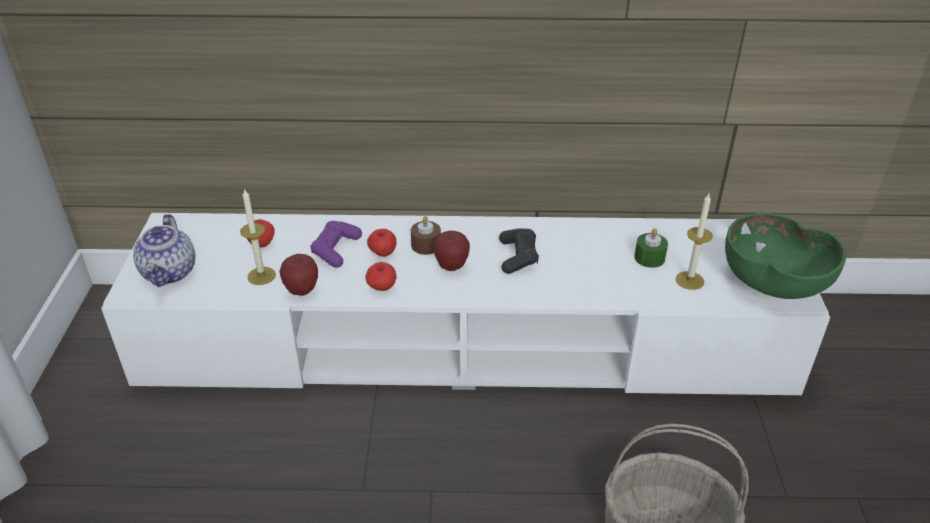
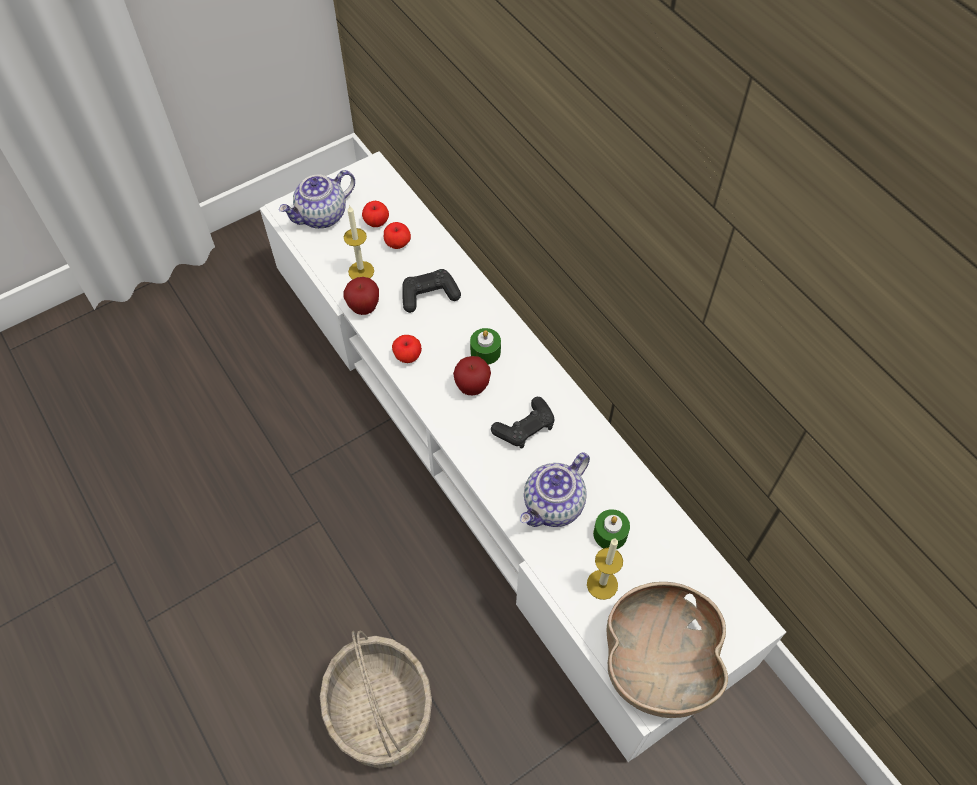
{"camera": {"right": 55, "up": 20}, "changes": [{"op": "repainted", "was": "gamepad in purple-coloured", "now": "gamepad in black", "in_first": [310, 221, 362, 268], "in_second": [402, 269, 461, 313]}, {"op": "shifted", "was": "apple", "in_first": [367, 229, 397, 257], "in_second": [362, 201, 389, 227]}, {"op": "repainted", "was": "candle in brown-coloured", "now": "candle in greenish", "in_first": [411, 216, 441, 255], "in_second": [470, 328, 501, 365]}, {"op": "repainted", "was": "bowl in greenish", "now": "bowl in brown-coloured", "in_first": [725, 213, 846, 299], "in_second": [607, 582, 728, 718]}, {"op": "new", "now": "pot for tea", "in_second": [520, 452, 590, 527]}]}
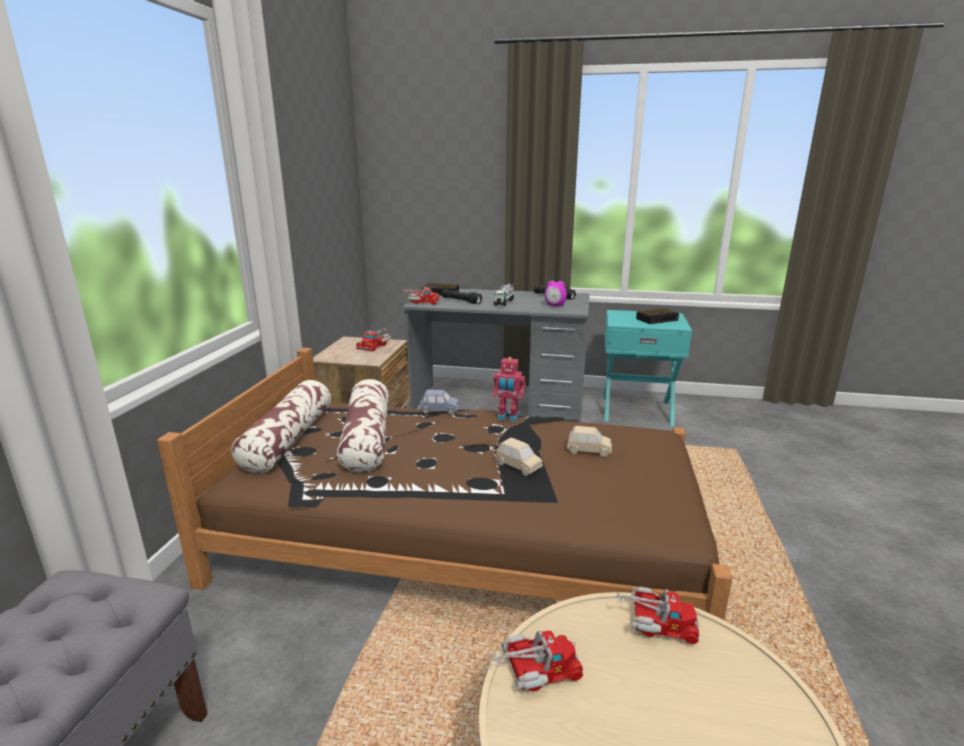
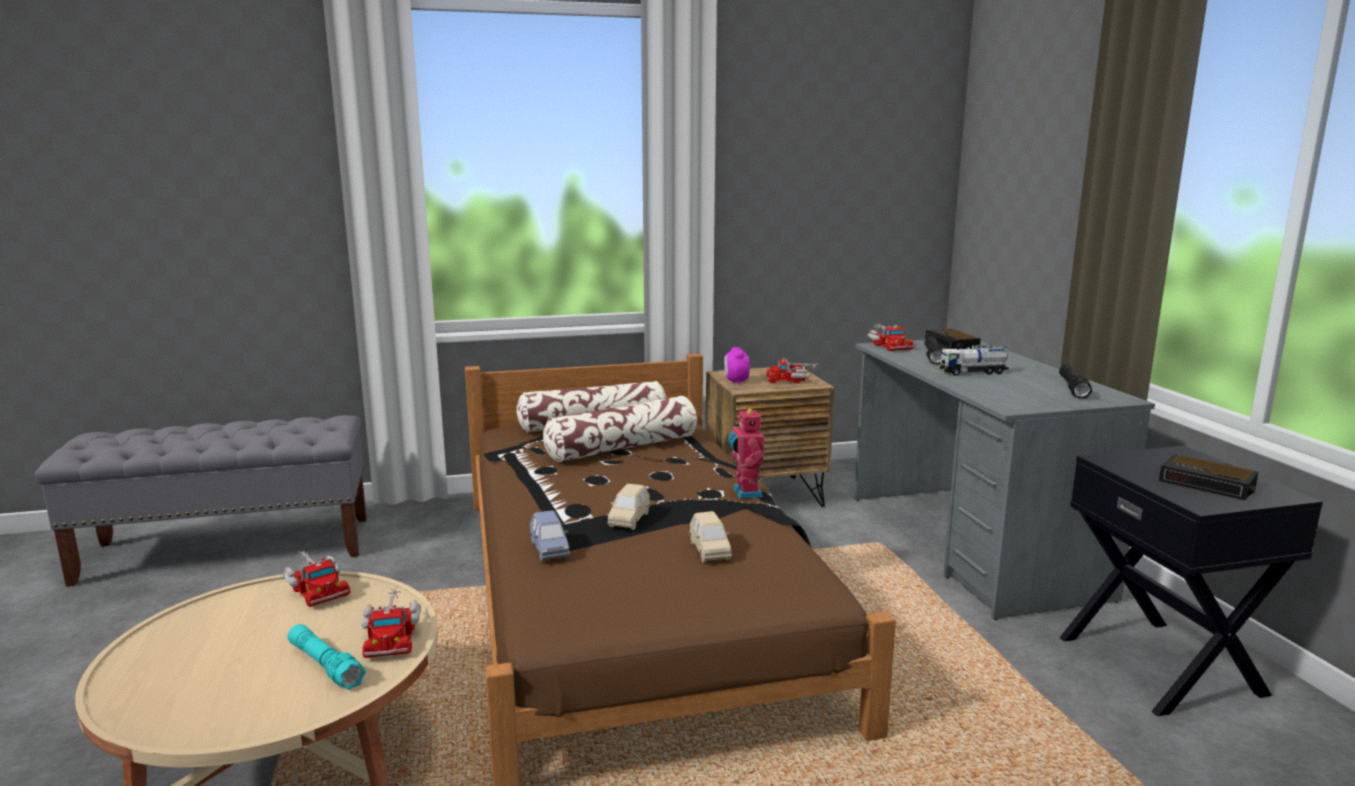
{"camera": {"right": 65, "up": -5}, "changes": [{"op": "shifted", "was": "miniature car in blue", "in_first": [420, 390, 460, 415], "in_second": [530, 510, 570, 562]}, {"op": "shifted", "was": "table clock", "in_first": [544, 281, 567, 306], "in_second": [724, 347, 750, 384]}, {"op": "repainted", "was": "nightstand in turquoise-coloured", "now": "nightstand in black", "in_first": [604, 310, 692, 427], "in_second": [1060, 446, 1323, 717]}, {"op": "new", "now": "hand torch in turquoise-coloured", "in_second": [288, 624, 366, 690]}]}
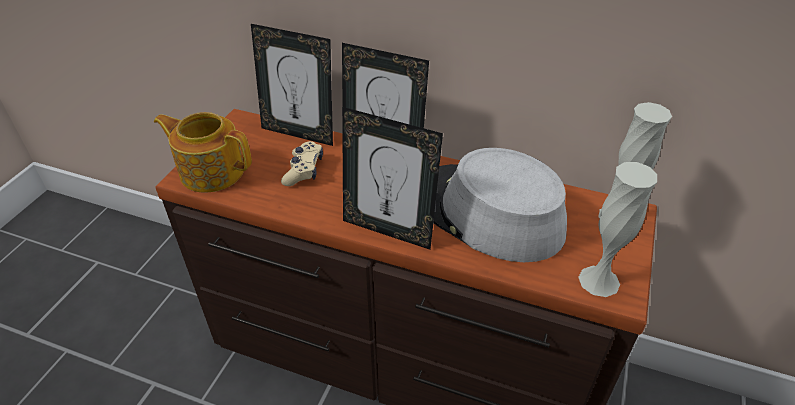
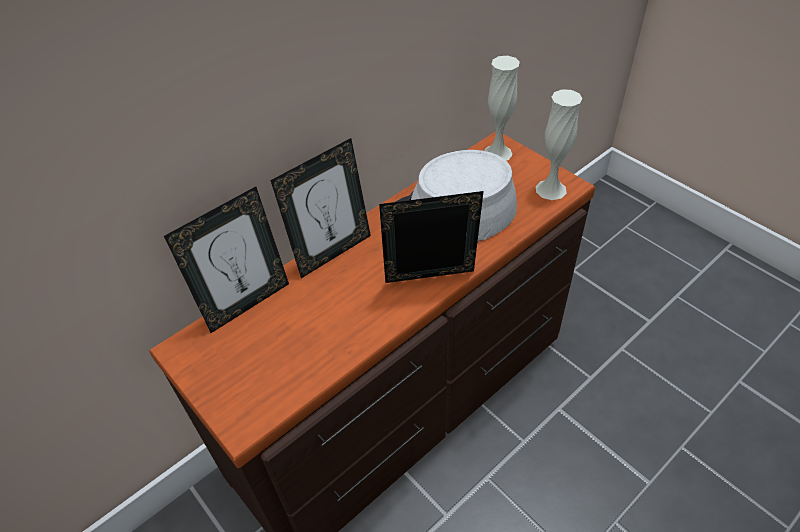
{"camera": {"right": -60, "up": 5}, "changes": [{"op": "gone", "was": "pot for tea", "in_first": [154, 112, 252, 193]}, {"op": "gone", "was": "gamepad in sand-coloured", "in_first": [281, 141, 323, 186]}, {"op": "rotated", "was": "photo frame", "in_first": [342, 107, 443, 250], "in_second": [379, 191, 484, 283], "clockwise": -150}]}
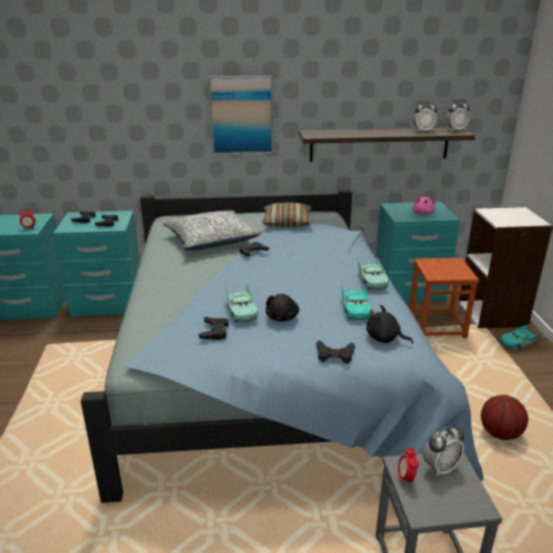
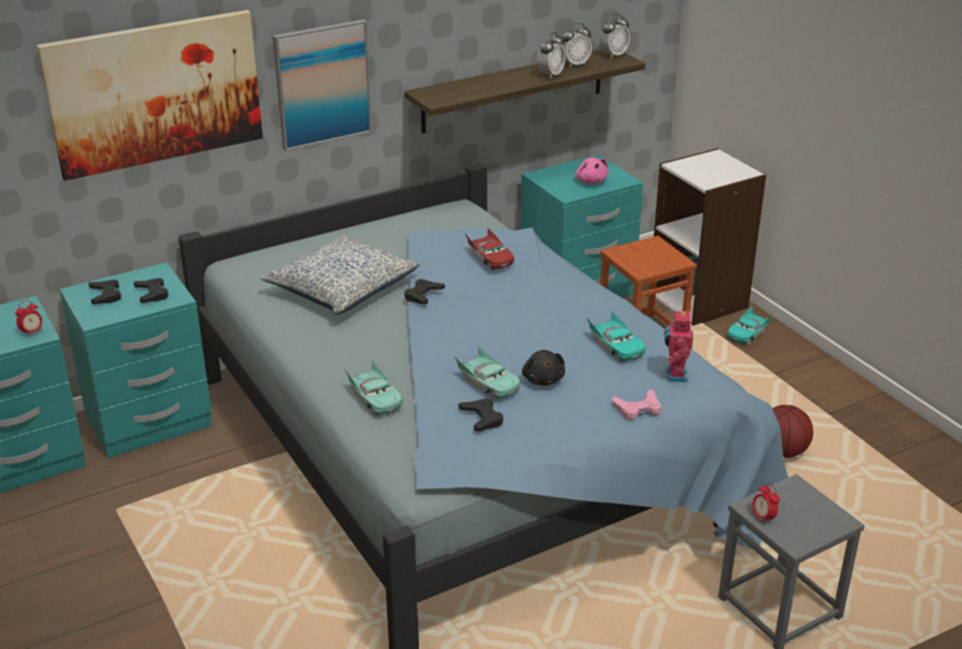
{"camera": {"right": -25, "up": 5}, "changes": [{"op": "gone", "was": "cushion", "in_first": [262, 202, 312, 227]}, {"op": "repainted", "was": "gamepad in black", "now": "gamepad in pink", "in_first": [316, 340, 355, 364], "in_second": [612, 389, 661, 421]}, {"op": "shifted", "was": "miniature car in turquoise-coloured", "in_first": [357, 257, 389, 289], "in_second": [344, 360, 403, 416]}, {"op": "swapped", "was": "cuddly toy in black", "now": "toy robot", "in_first": [366, 305, 413, 344], "in_second": [664, 308, 693, 382]}, {"op": "shifted", "was": "table clock", "in_first": [423, 425, 465, 477], "in_second": [537, 32, 565, 79]}, {"op": "new", "now": "wall picture", "in_second": [37, 10, 263, 181]}, {"op": "new", "now": "miniature car in red-coloured", "in_second": [465, 228, 514, 270]}]}
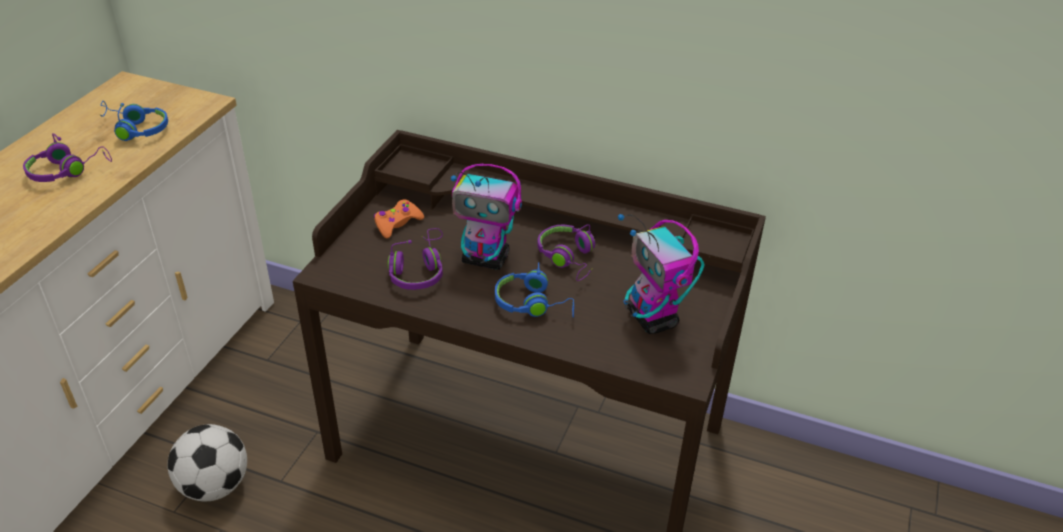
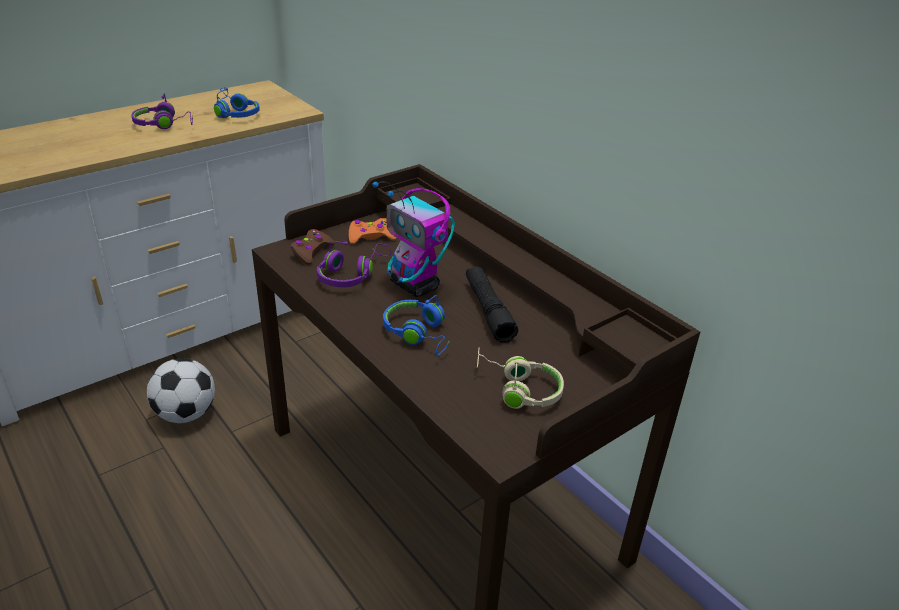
{"camera": {"right": 30, "up": -5}, "changes": [{"op": "swapped", "was": "pair of headphones in purple-coloured", "now": "hand torch in black", "in_first": [538, 224, 595, 281], "in_second": [466, 266, 518, 343]}, {"op": "swapped", "was": "toy robot", "now": "pair of headphones in sand-coloured", "in_first": [618, 214, 704, 334], "in_second": [476, 347, 564, 409]}, {"op": "new", "now": "gamepad in brown-coloured", "in_second": [290, 229, 335, 265]}]}
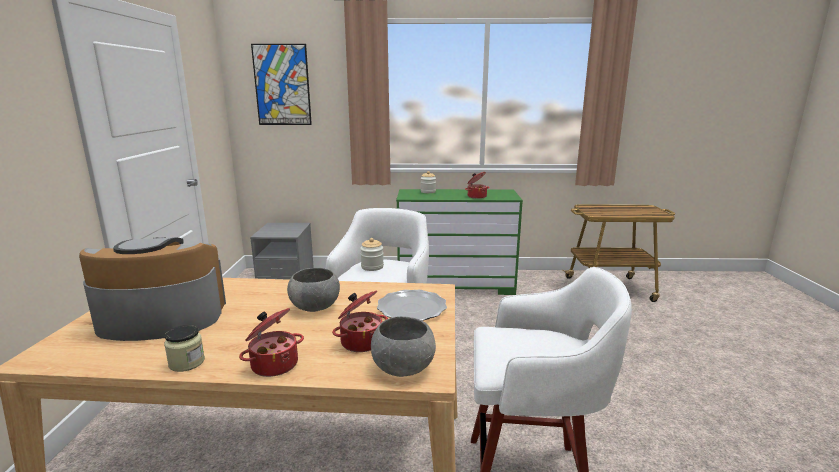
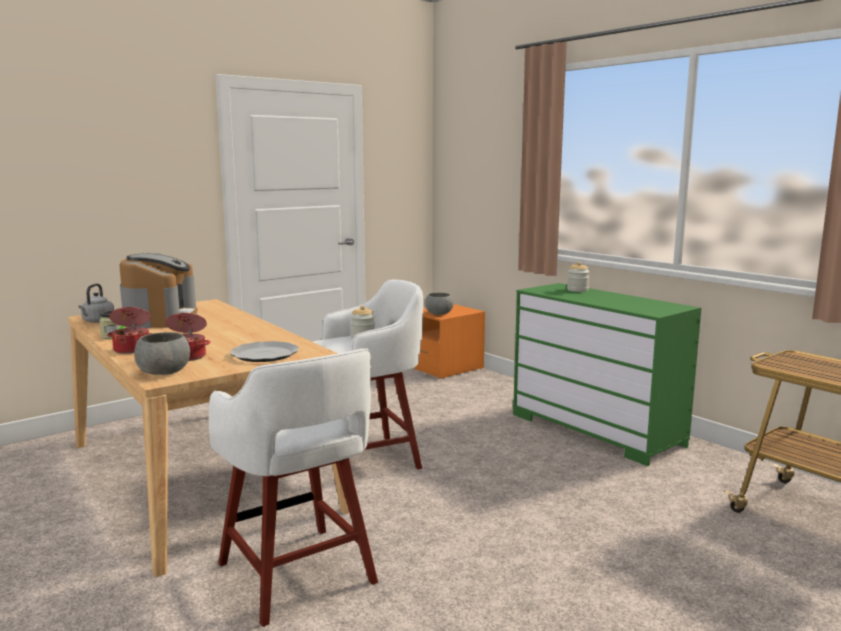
{"camera": {"right": 50, "up": -5}, "changes": [{"op": "rotated", "was": "coffee brewer", "in_first": [79, 237, 226, 341], "in_second": [119, 253, 198, 328], "clockwise": 45}, {"op": "repainted", "was": "nightstand in grey", "now": "nightstand in orangey", "in_first": [250, 223, 314, 280], "in_second": [414, 304, 485, 379]}, {"op": "gone", "was": "wall picture", "in_first": [251, 44, 312, 125]}, {"op": "shifted", "was": "bowl in grey", "in_first": [287, 268, 340, 312], "in_second": [425, 293, 453, 315]}, {"op": "gone", "was": "saucepot", "in_first": [465, 172, 490, 199]}, {"op": "new", "now": "water kettle in grey", "in_second": [78, 284, 114, 323]}]}
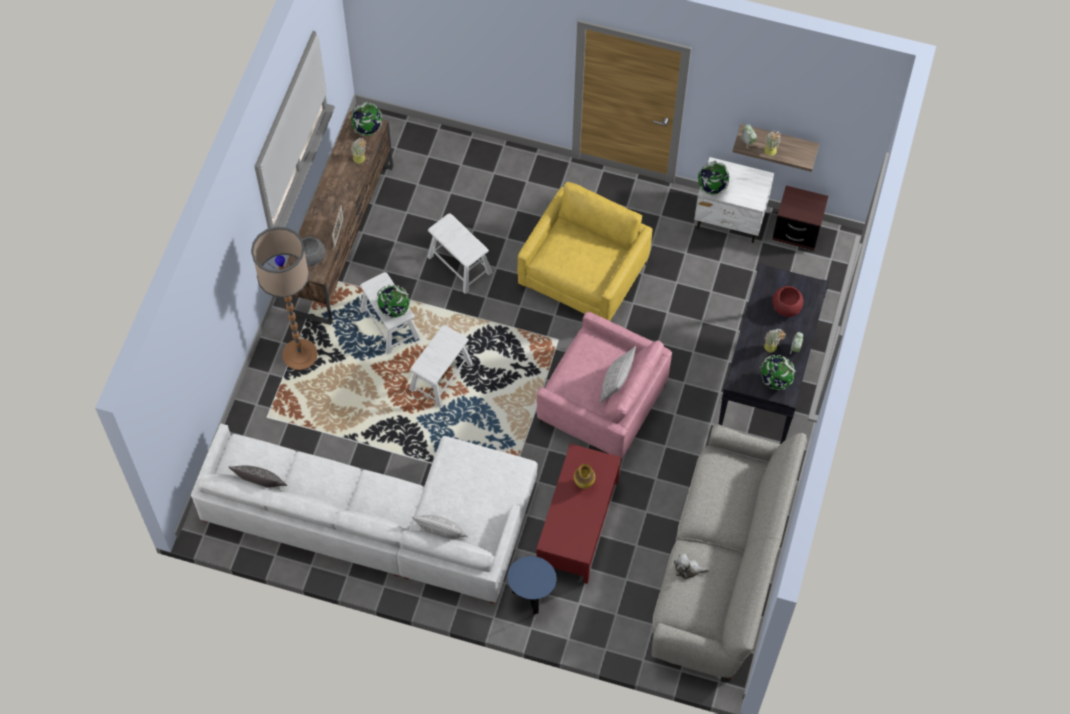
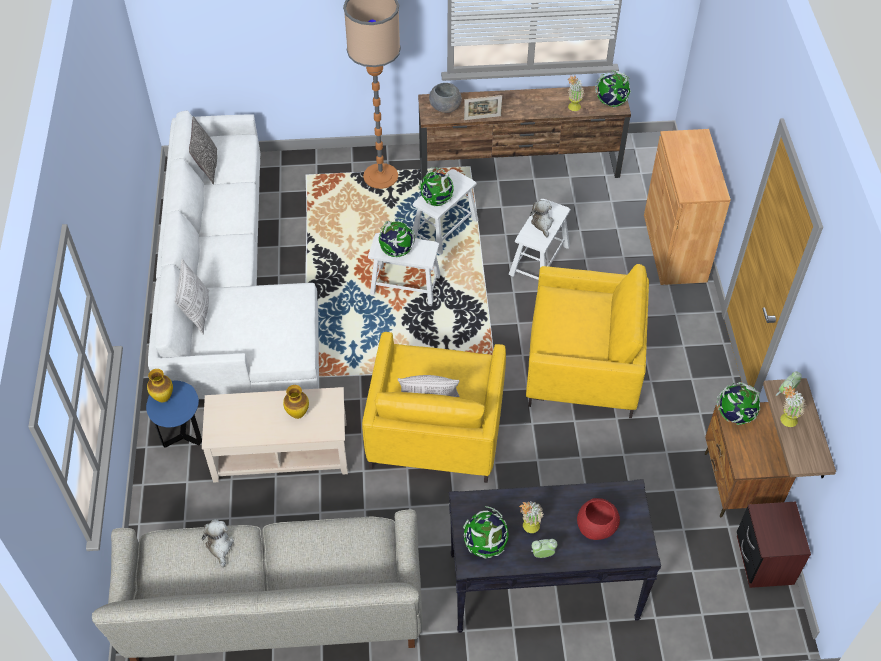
{"camera": {"right": 70, "up": -10}, "changes": [{"op": "repainted", "was": "low table in red-coloured", "now": "low table in sand-coloured", "in_first": [536, 443, 621, 584], "in_second": [202, 387, 348, 483]}, {"op": "repainted", "was": "easy chair in pink", "now": "easy chair in yellow-coloured", "in_first": [537, 312, 672, 459], "in_second": [362, 332, 506, 483]}, {"op": "repainted", "was": "nightstand in white-coloured", "now": "nightstand in brown-coloured", "in_first": [694, 157, 774, 243], "in_second": [705, 402, 796, 517]}, {"op": "new", "now": "vase", "in_second": [147, 369, 173, 402]}, {"op": "new", "now": "globe", "in_second": [379, 218, 415, 257]}, {"op": "new", "now": "cuddly toy", "in_second": [530, 200, 553, 237]}, {"op": "new", "now": "storage cabinet in brown-coloured", "in_second": [644, 129, 731, 285]}]}
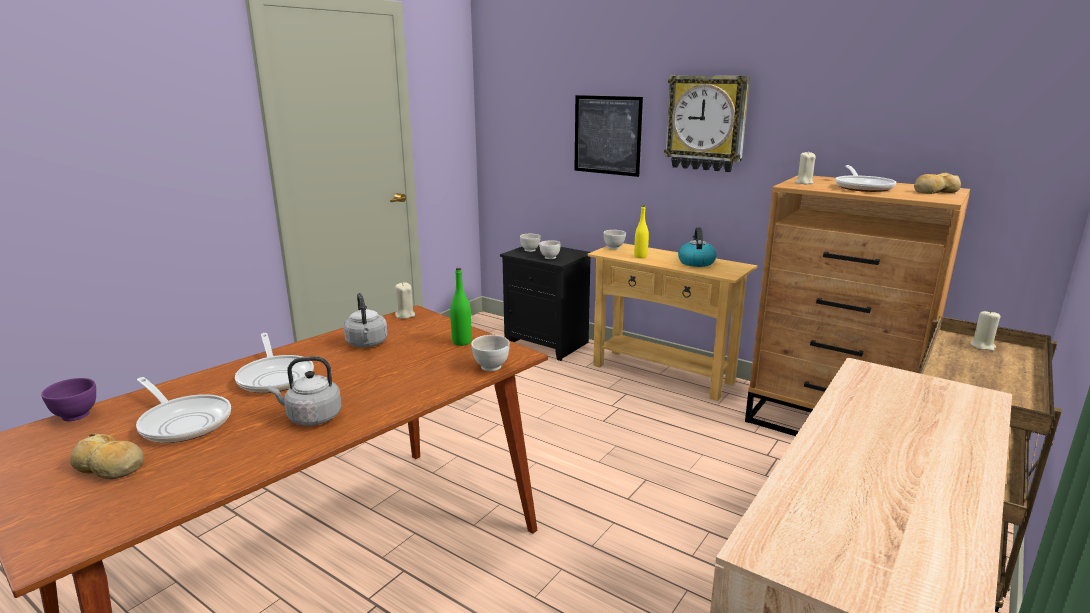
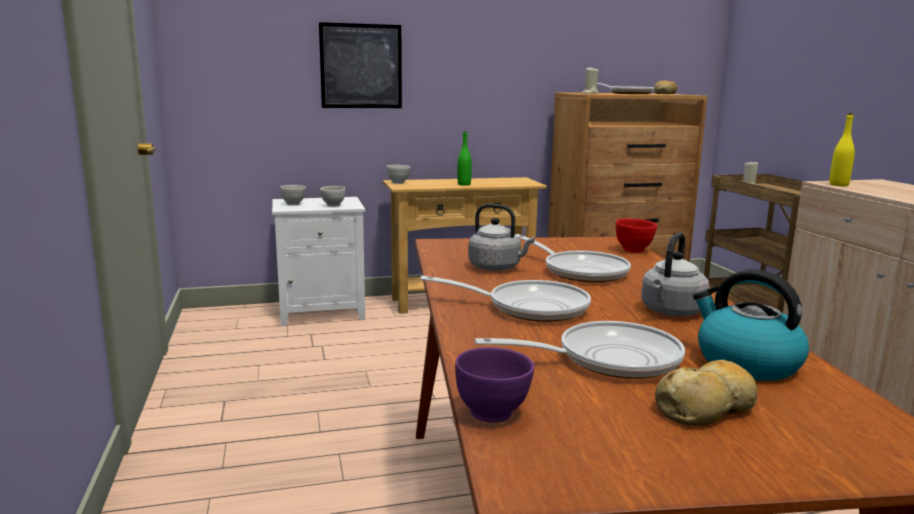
{"camera": {"right": -50, "up": -5}, "changes": [{"op": "gone", "was": "candle in sand-coloured", "in_first": [395, 282, 415, 319]}, {"op": "shifted", "was": "drink bottle in greenish", "in_first": [450, 268, 472, 346], "in_second": [458, 131, 472, 186]}, {"op": "repainted", "was": "bowl in white-coloured", "now": "bowl in red-coloured", "in_first": [471, 335, 510, 371], "in_second": [616, 219, 657, 253]}, {"op": "repainted", "was": "nightstand in black", "now": "nightstand in white-coloured", "in_first": [500, 246, 591, 361], "in_second": [272, 197, 365, 326]}, {"op": "shifted", "was": "drink bottle in yellow-coloured", "in_first": [634, 205, 649, 258], "in_second": [829, 113, 855, 186]}, {"op": "gone", "was": "hanging clock", "in_first": [664, 76, 750, 172]}, {"op": "shifted", "was": "water kettle", "in_first": [678, 227, 716, 267], "in_second": [693, 269, 809, 381]}, {"op": "new", "now": "pan", "in_second": [515, 234, 631, 282]}]}
